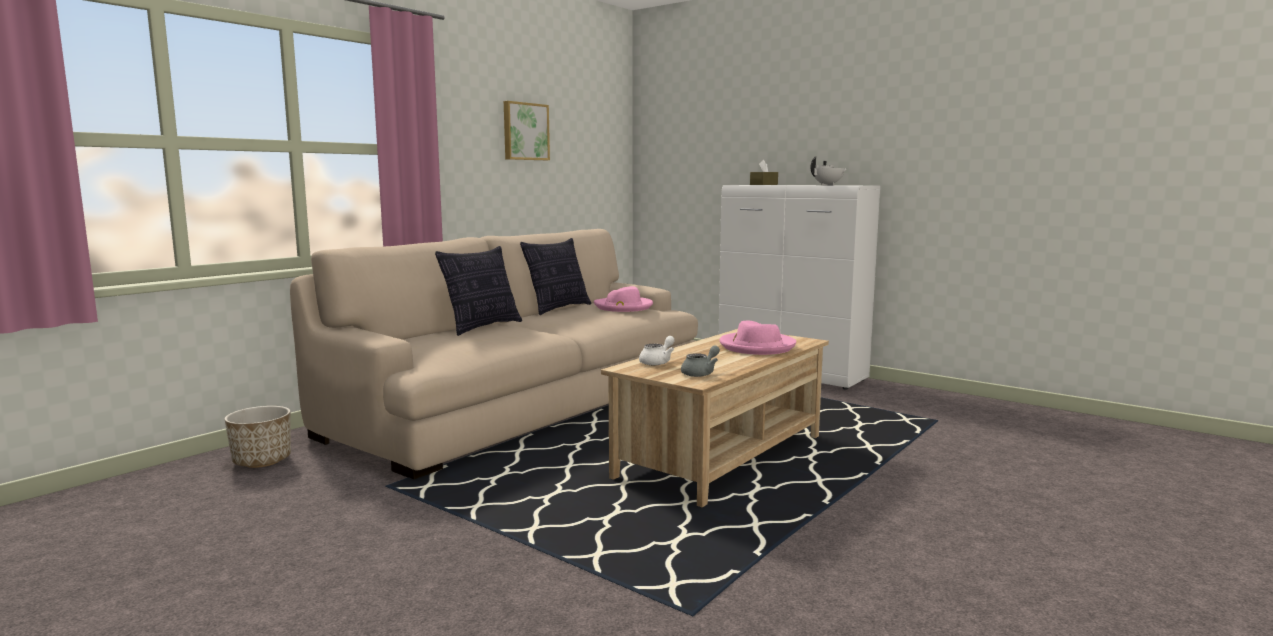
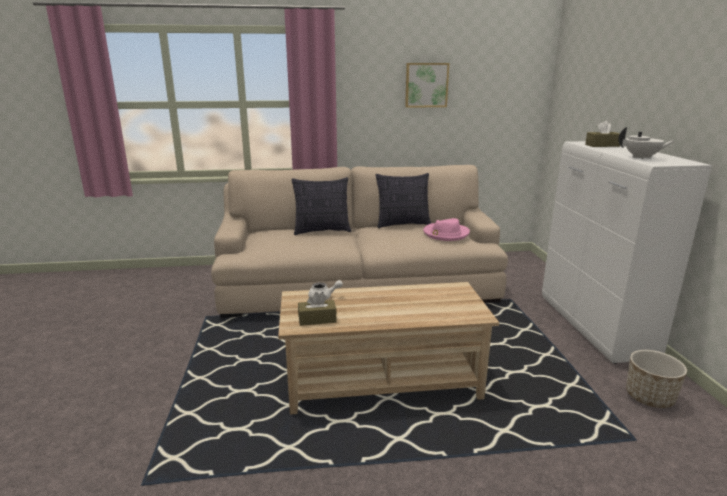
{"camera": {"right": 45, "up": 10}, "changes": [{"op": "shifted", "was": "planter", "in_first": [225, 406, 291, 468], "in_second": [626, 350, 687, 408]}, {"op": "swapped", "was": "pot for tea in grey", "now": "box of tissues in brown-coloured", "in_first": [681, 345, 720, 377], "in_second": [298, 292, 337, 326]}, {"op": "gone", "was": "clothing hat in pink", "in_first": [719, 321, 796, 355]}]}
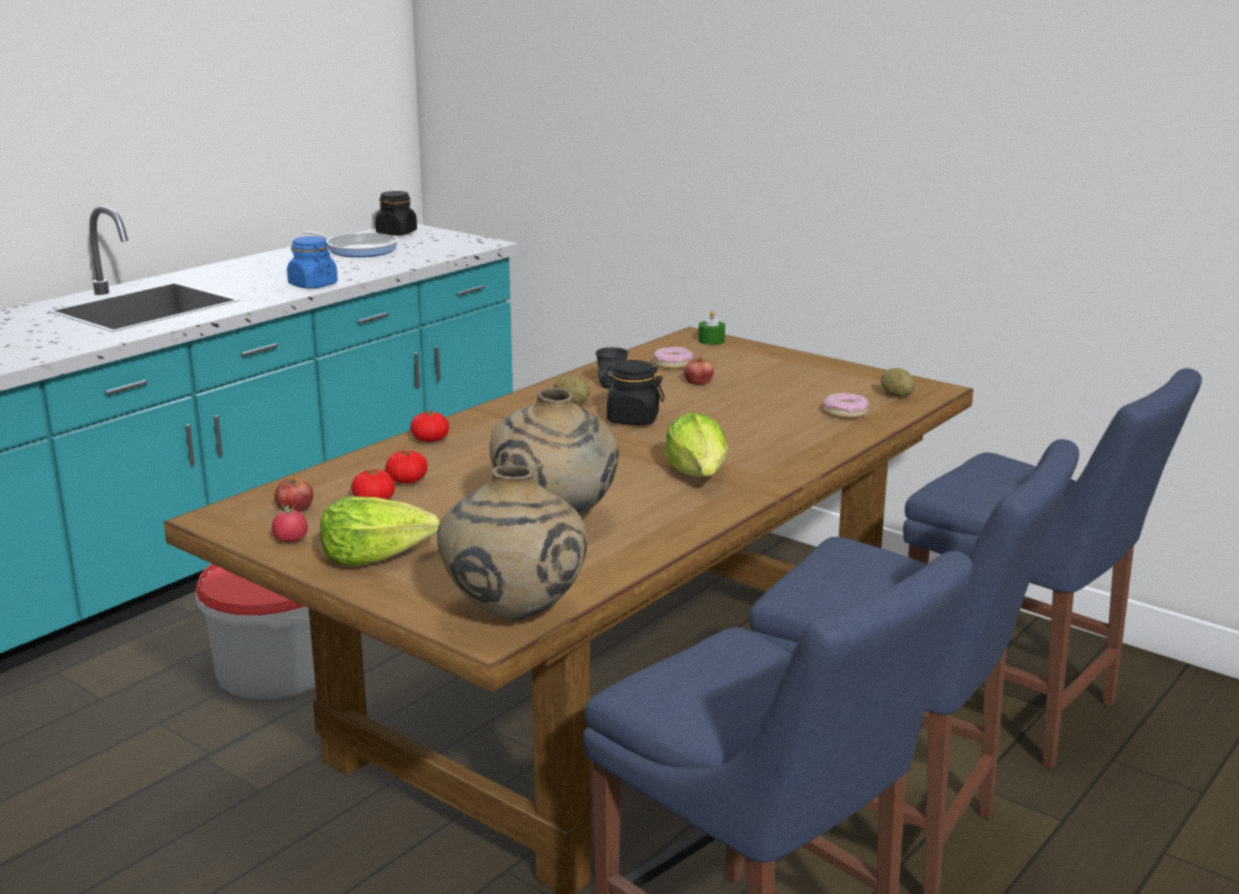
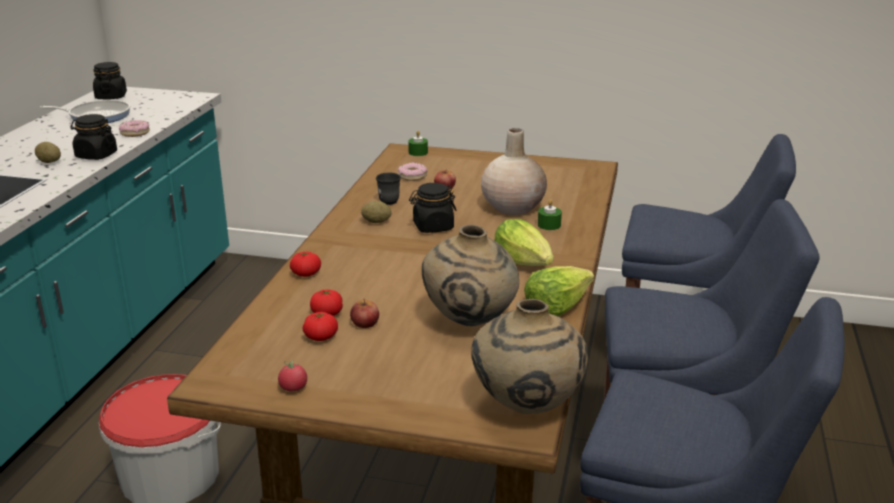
{"camera": {"right": -25, "up": 5}, "changes": [{"op": "shifted", "was": "apple", "in_first": [275, 474, 313, 512], "in_second": [350, 299, 379, 328]}, {"op": "repainted", "was": "jar in blue", "now": "jar in black", "in_first": [287, 236, 338, 289], "in_second": [71, 114, 117, 160]}, {"op": "shifted", "was": "lettuce", "in_first": [320, 496, 440, 566], "in_second": [524, 266, 594, 316]}, {"op": "shifted", "was": "ring doughnut", "in_first": [824, 393, 869, 419], "in_second": [119, 120, 150, 137]}, {"op": "shifted", "was": "potato", "in_first": [881, 368, 915, 397], "in_second": [35, 142, 61, 163]}, {"op": "new", "now": "vase in sand-coloured", "in_second": [481, 128, 547, 215]}, {"op": "new", "now": "candle in greenish", "in_second": [538, 200, 562, 230]}]}
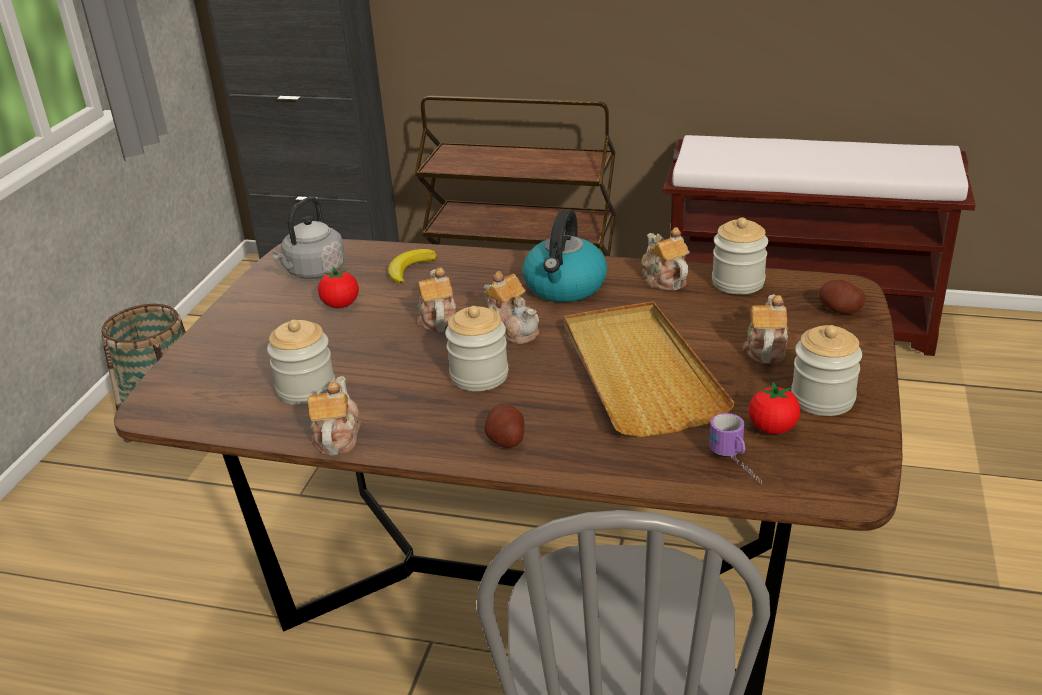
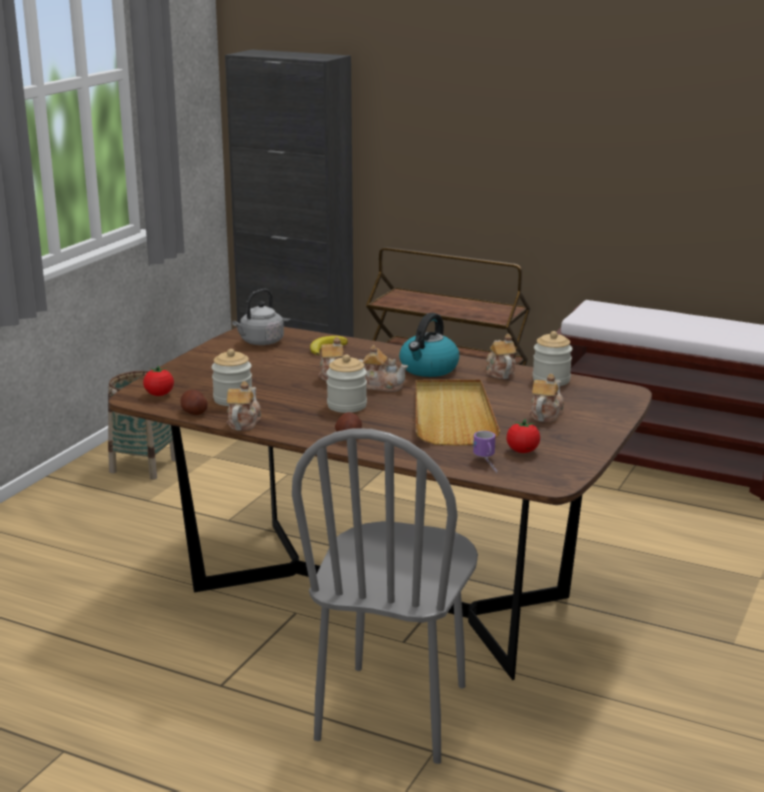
{"camera": {"right": 10, "up": -10}, "changes": [{"op": "shifted", "was": "whole tomato", "in_first": [318, 267, 359, 308], "in_second": [143, 366, 174, 396]}, {"op": "rotated", "was": "pot for tea", "in_first": [483, 271, 539, 344], "in_second": [359, 345, 408, 392], "clockwise": -45}, {"op": "gone", "was": "jar", "in_first": [791, 325, 862, 416]}, {"op": "shifted", "was": "potato", "in_first": [819, 280, 866, 314], "in_second": [180, 390, 208, 415]}]}
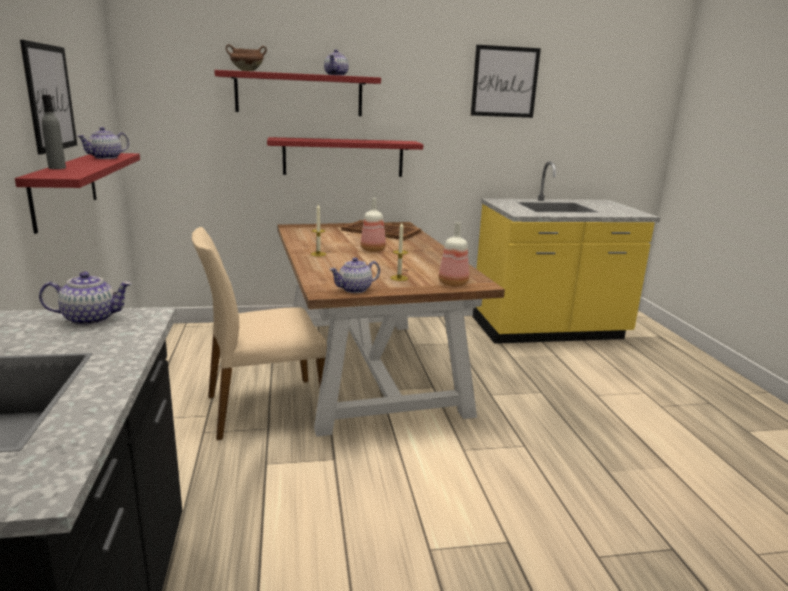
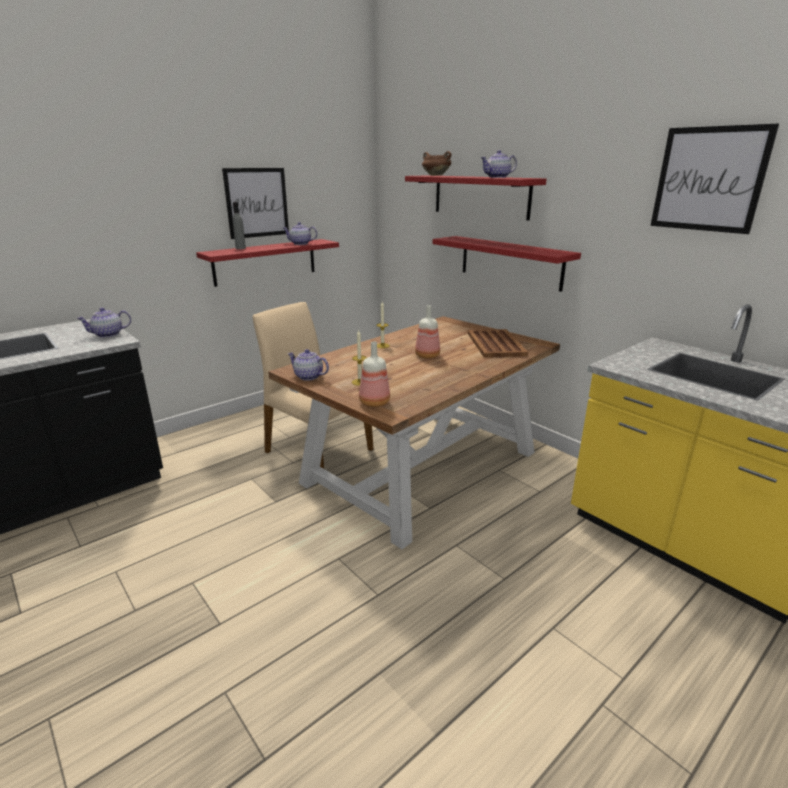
{"camera": {"right": 60, "up": 5}, "changes": [{"op": "rotated", "was": "pot for tea", "in_first": [39, 272, 132, 326], "in_second": [77, 308, 131, 338], "clockwise": 105}]}
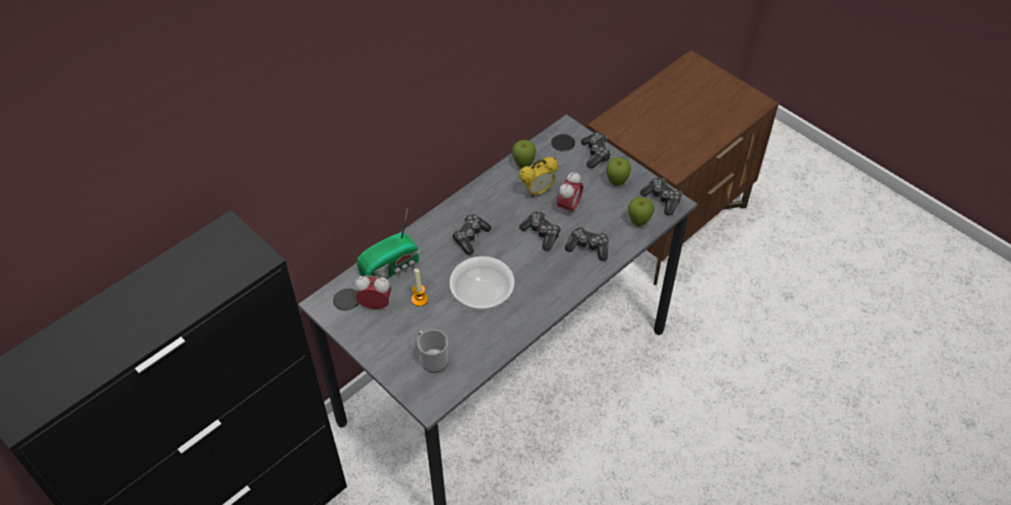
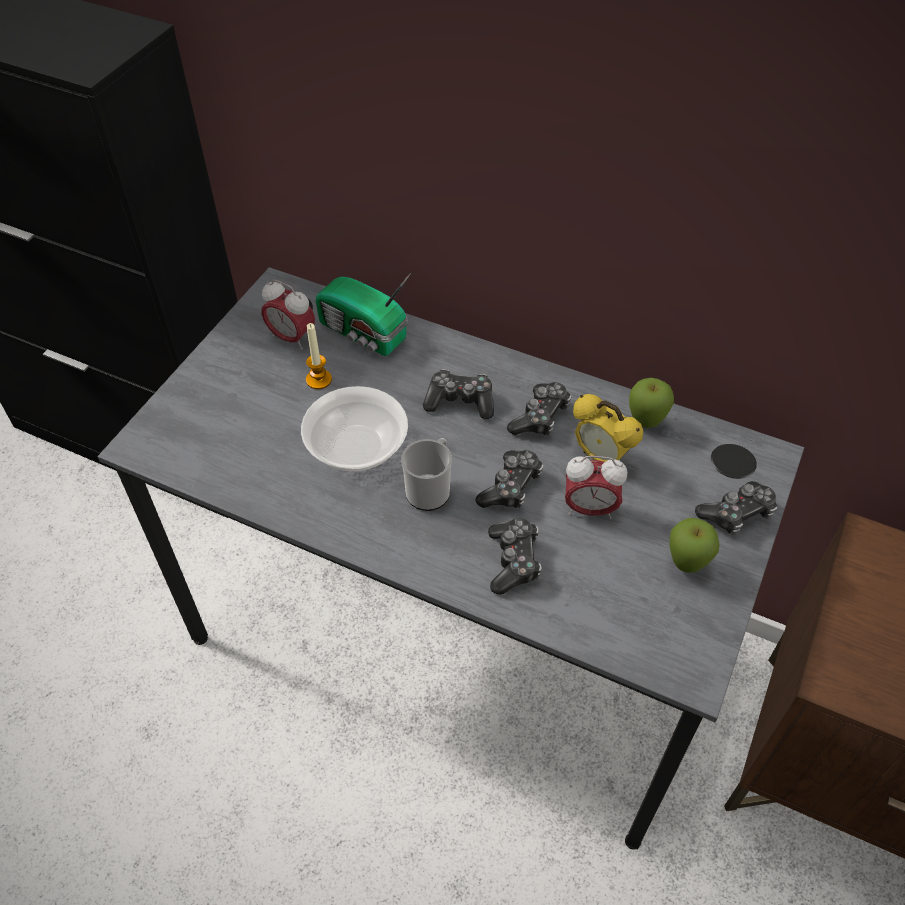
{"camera": {"right": 70, "up": 0}, "changes": [{"op": "rotated", "was": "table clock", "in_first": [355, 276, 391, 309], "in_second": [262, 280, 315, 350], "clockwise": 135}, {"op": "shifted", "was": "mug", "in_first": [417, 329, 448, 373], "in_second": [401, 438, 452, 511]}, {"op": "gone", "was": "apple", "in_first": [628, 197, 654, 227]}, {"op": "shifted", "was": "gamepad", "in_first": [640, 178, 682, 216], "in_second": [507, 382, 571, 436]}]}
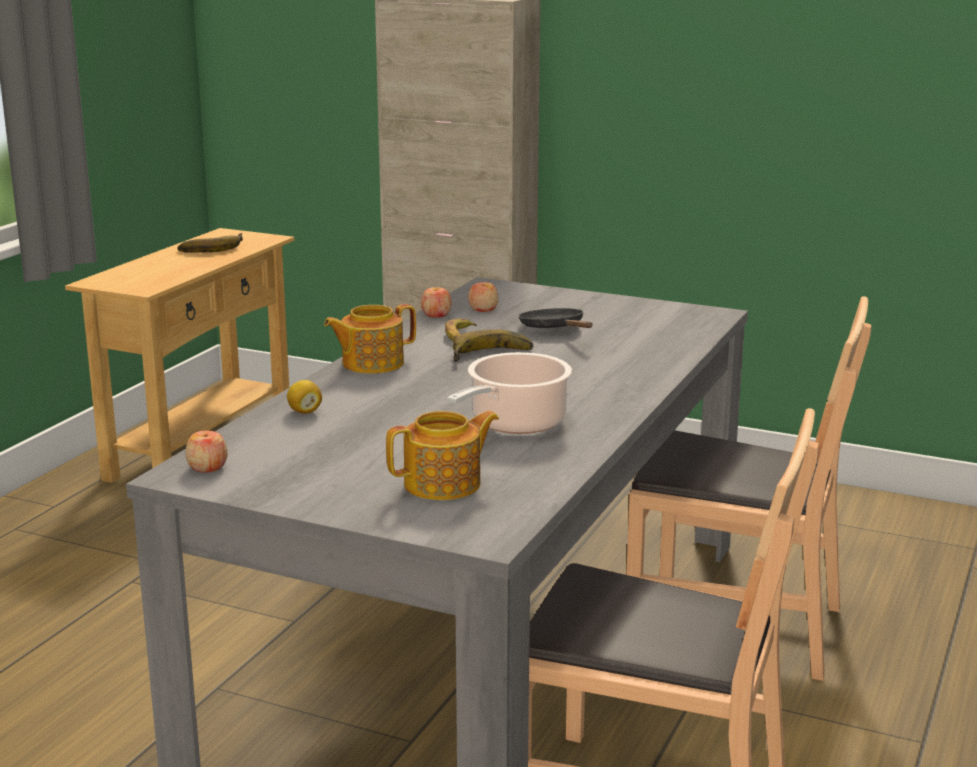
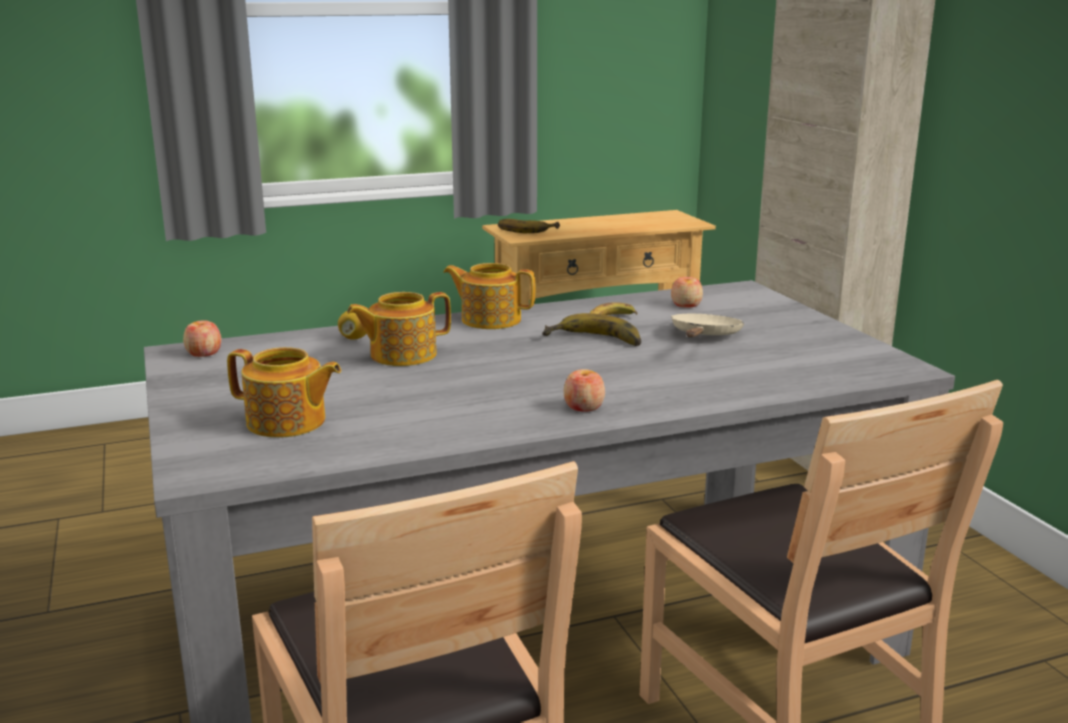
{"camera": {"right": 45, "up": 0}, "changes": [{"op": "shifted", "was": "banana fruit", "in_first": [178, 233, 243, 253], "in_second": [498, 219, 560, 233]}, {"op": "shifted", "was": "apple", "in_first": [421, 287, 452, 317], "in_second": [564, 369, 605, 412]}, {"op": "gone", "was": "saucepot", "in_first": [447, 352, 572, 434]}, {"op": "repainted", "was": "pan in black", "now": "pan in sand-coloured", "in_first": [518, 308, 592, 328], "in_second": [671, 314, 745, 337]}, {"op": "new", "now": "pot for tea", "in_second": [347, 292, 451, 366]}]}
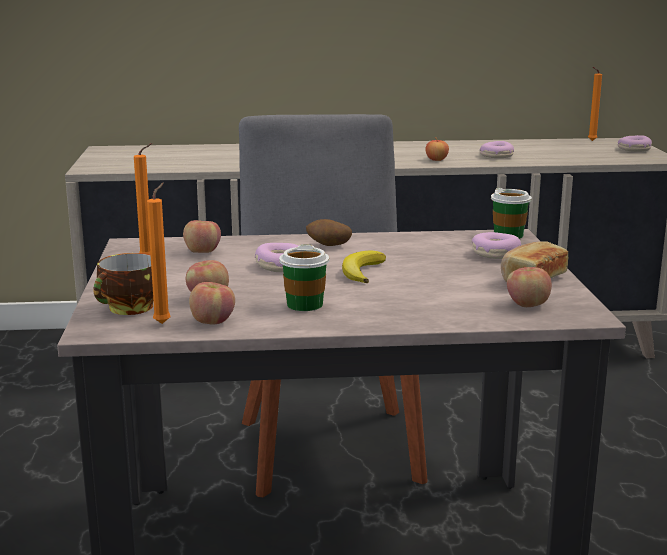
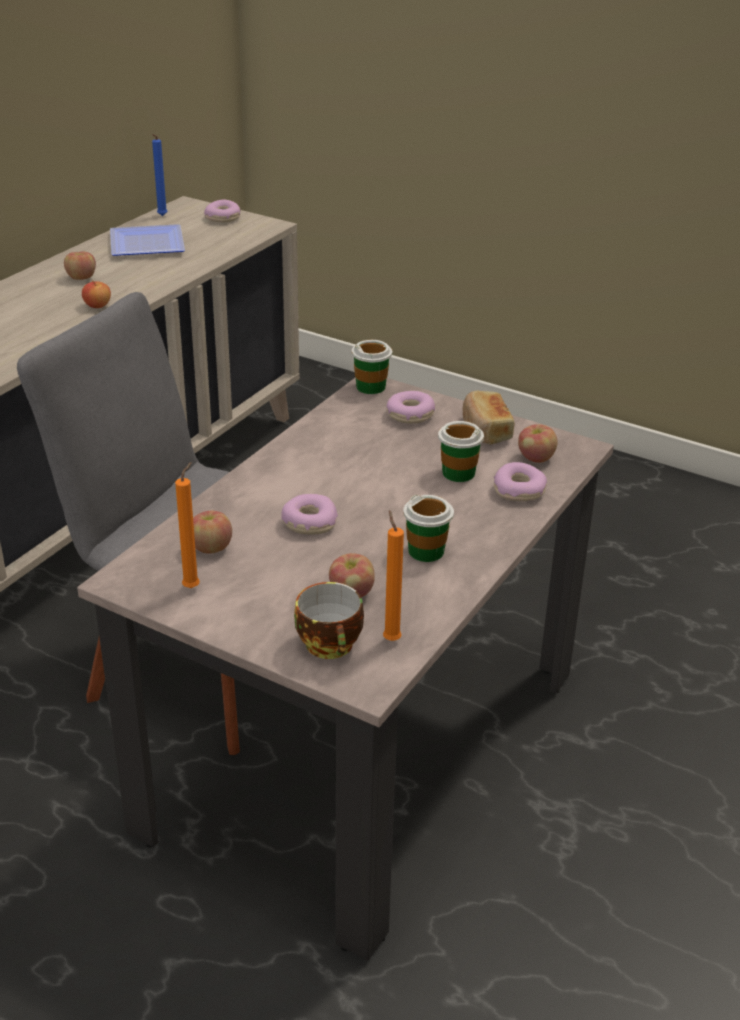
{"camera": {"right": -55, "up": 15}, "changes": [{"op": "shifted", "was": "apple", "in_first": [189, 282, 235, 325], "in_second": [64, 252, 96, 280]}, {"op": "gone", "was": "potato", "in_first": [306, 219, 352, 246]}, {"op": "gone", "was": "banana fruit", "in_first": [342, 251, 386, 283]}, {"op": "shifted", "was": "ring doughnut", "in_first": [480, 141, 514, 158], "in_second": [494, 462, 547, 501]}, {"op": "repainted", "was": "candle in orangey", "now": "candle in blue", "in_first": [588, 67, 602, 141], "in_second": [152, 134, 167, 216]}, {"op": "new", "now": "plate", "in_second": [110, 224, 185, 256]}, {"op": "new", "now": "cup", "in_second": [438, 421, 484, 482]}]}
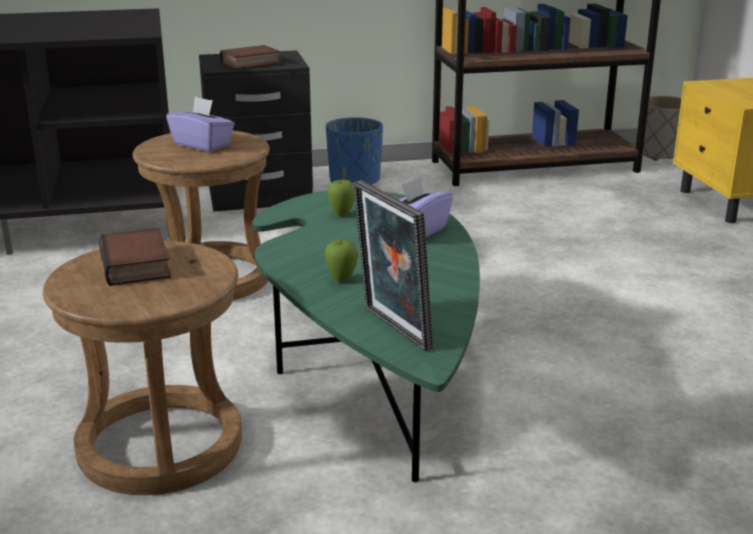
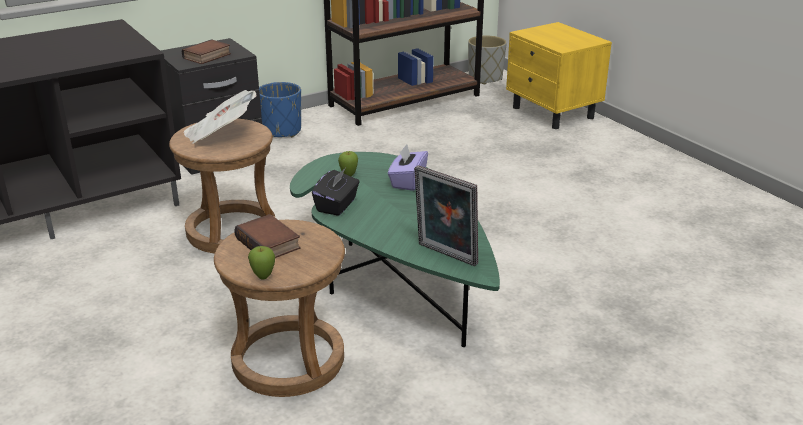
{"camera": {"right": -20, "up": 5}, "changes": [{"op": "swapped", "was": "box of tissues in purple-coloured", "now": "newspaper", "in_first": [166, 97, 235, 152], "in_second": [183, 90, 256, 144]}, {"op": "shifted", "was": "apple", "in_first": [325, 239, 358, 283], "in_second": [248, 246, 275, 280]}, {"op": "new", "now": "box of tissues in black", "in_second": [312, 169, 360, 216]}]}
